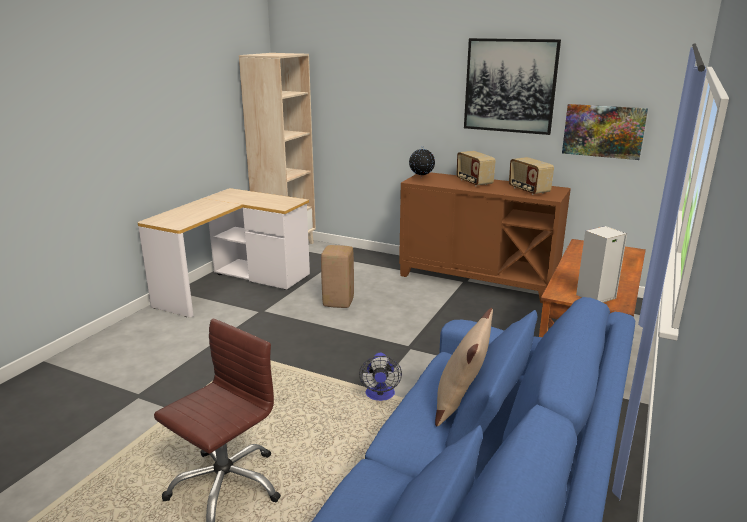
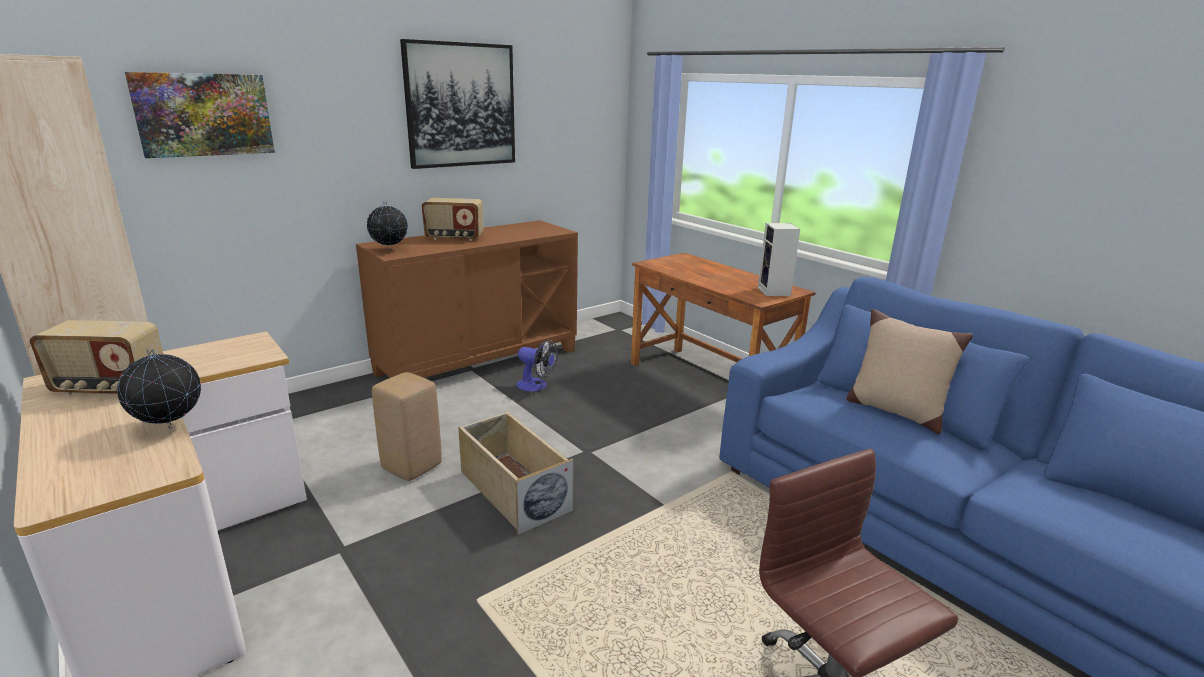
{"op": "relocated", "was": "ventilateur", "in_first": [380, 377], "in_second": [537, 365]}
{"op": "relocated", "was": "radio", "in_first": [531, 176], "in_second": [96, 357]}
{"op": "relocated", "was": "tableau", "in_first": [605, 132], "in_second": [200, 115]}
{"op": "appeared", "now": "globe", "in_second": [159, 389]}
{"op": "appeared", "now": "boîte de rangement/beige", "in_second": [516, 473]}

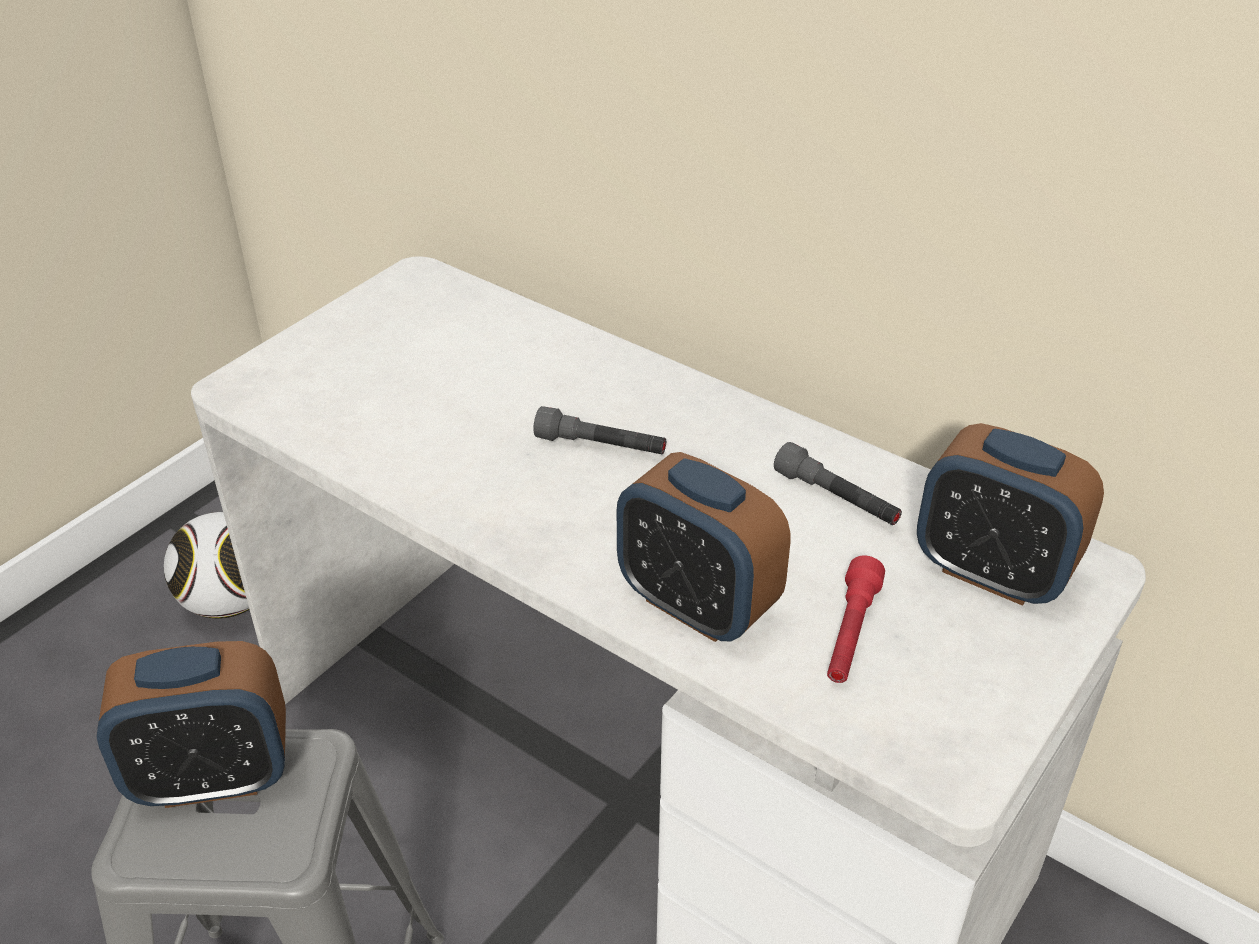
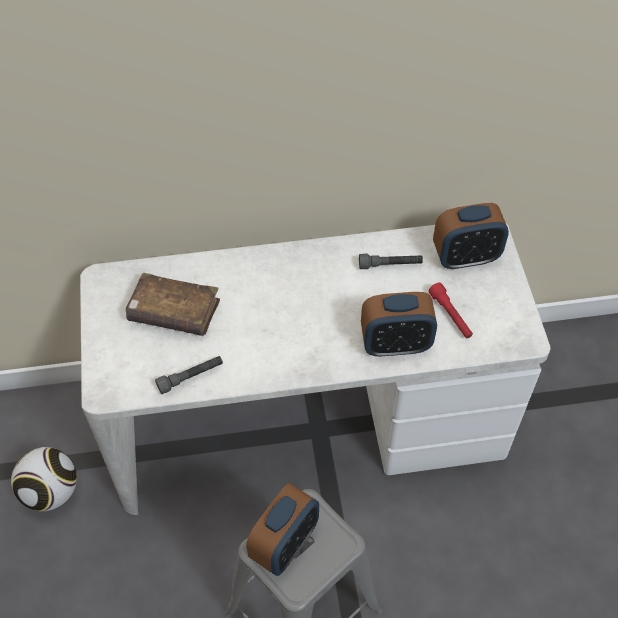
{"op": "relocated", "was": "lampe de poche/gris", "in_first": [599, 430], "in_second": [189, 375]}
{"op": "appeared", "now": "livre/marron", "in_second": [173, 304]}

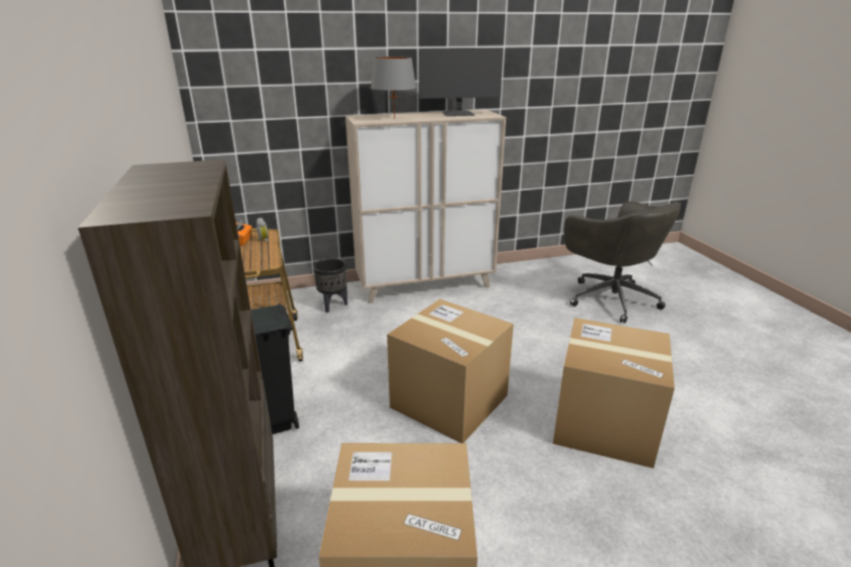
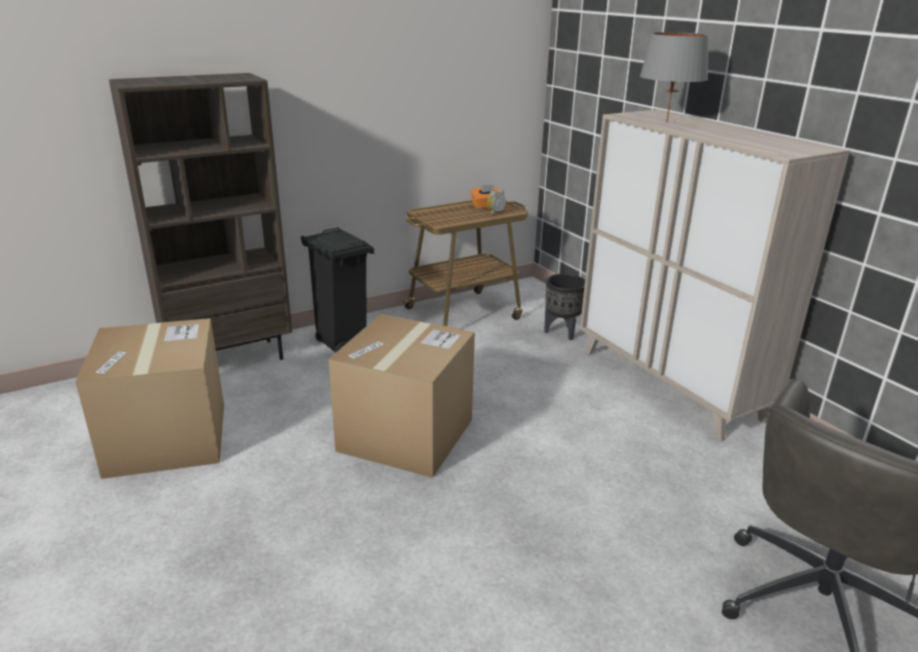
{"op": "missing", "was": "écran d'ordinateur", "in_first": [461, 82]}
{"op": "missing", "was": "carton", "in_first": [614, 393]}

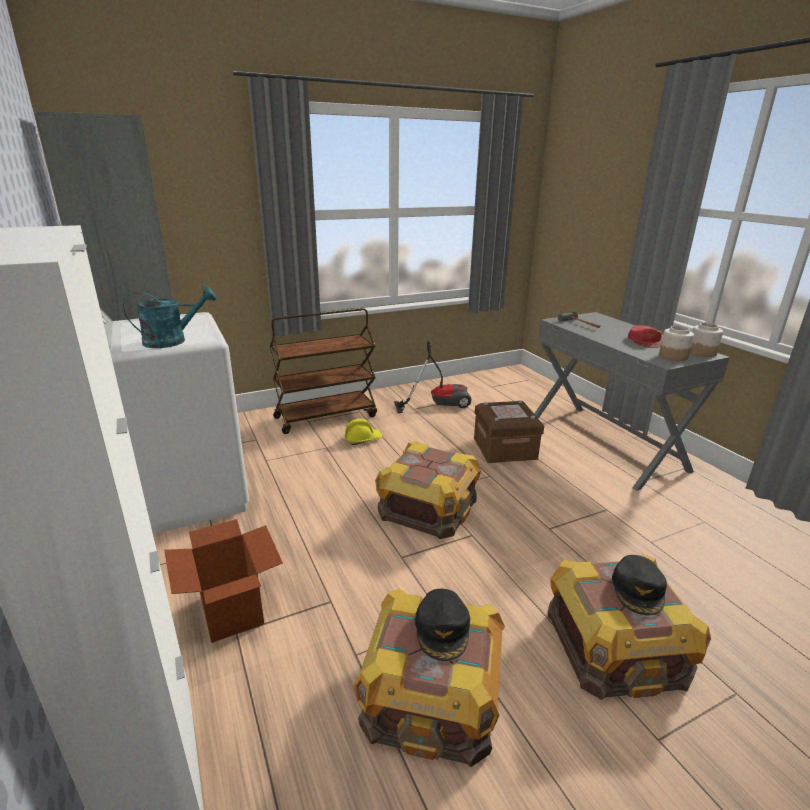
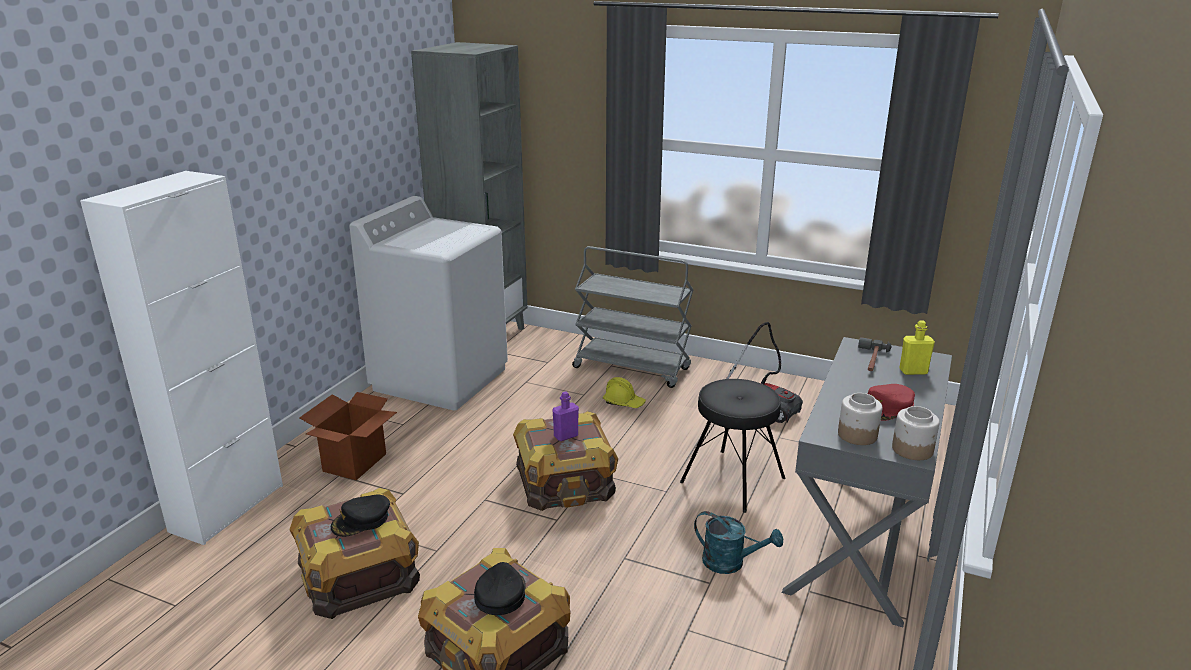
{"op": "relocated", "was": "arrosoir/turquoise", "in_first": [170, 317], "in_second": [738, 542]}
{"op": "colour", "was": "chariot/marron", "now": "chariot/gris", "in_first": [323, 371], "in_second": [632, 317]}
{"op": "exchanged", "was": "boîte de rangement/marron", "now": "tabouret/noir", "in_first": [509, 431], "in_second": [732, 446]}
{"op": "spun", "was": "casquette/noir", "in_first": [639, 585], "in_second": [500, 588], "clockwise": 120}
{"op": "appeared", "now": "bouteille/violet", "in_second": [565, 416]}
{"op": "appeared", "now": "bouteille/jaune", "in_second": [917, 347]}

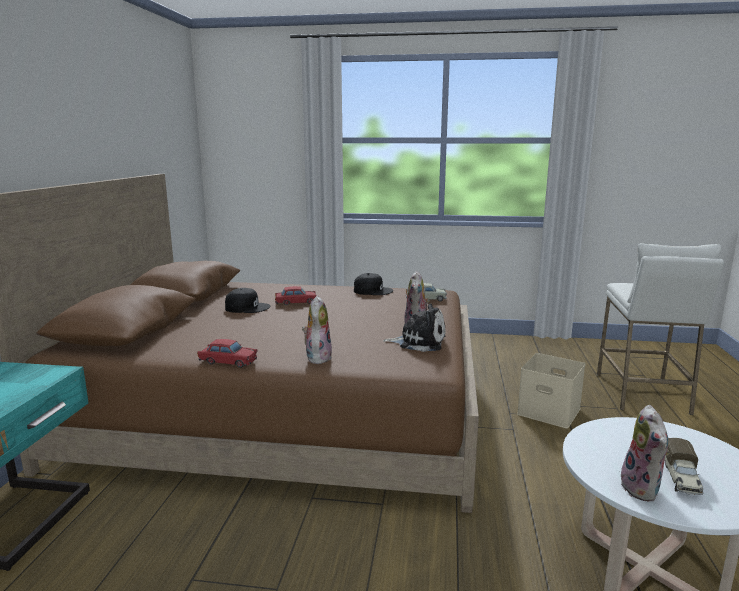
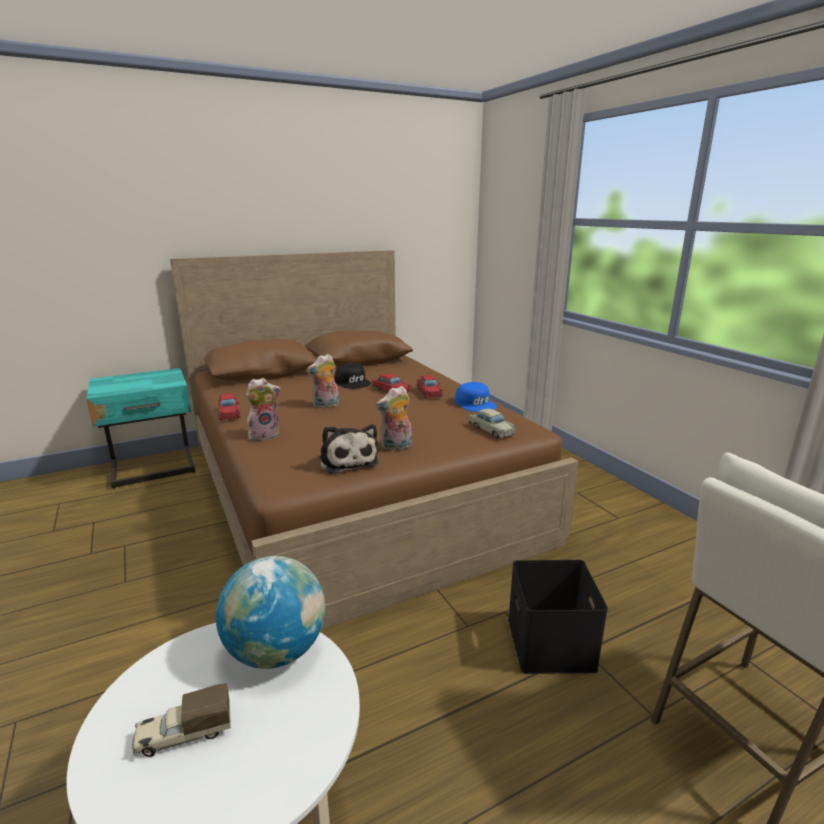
{"op": "colour", "was": "casquette/noir", "now": "casquette/bleu", "in_first": [373, 284], "in_second": [476, 397]}
{"op": "colour", "was": "boîte de rangement/beige", "now": "boîte de rangement/noir", "in_first": [551, 390], "in_second": [558, 617]}
{"op": "relocated", "was": "peluche", "in_first": [643, 453], "in_second": [323, 381]}
{"op": "appeared", "now": "globe", "in_second": [270, 612]}
{"op": "appeared", "now": "petite voiture/rouge", "in_second": [430, 386]}

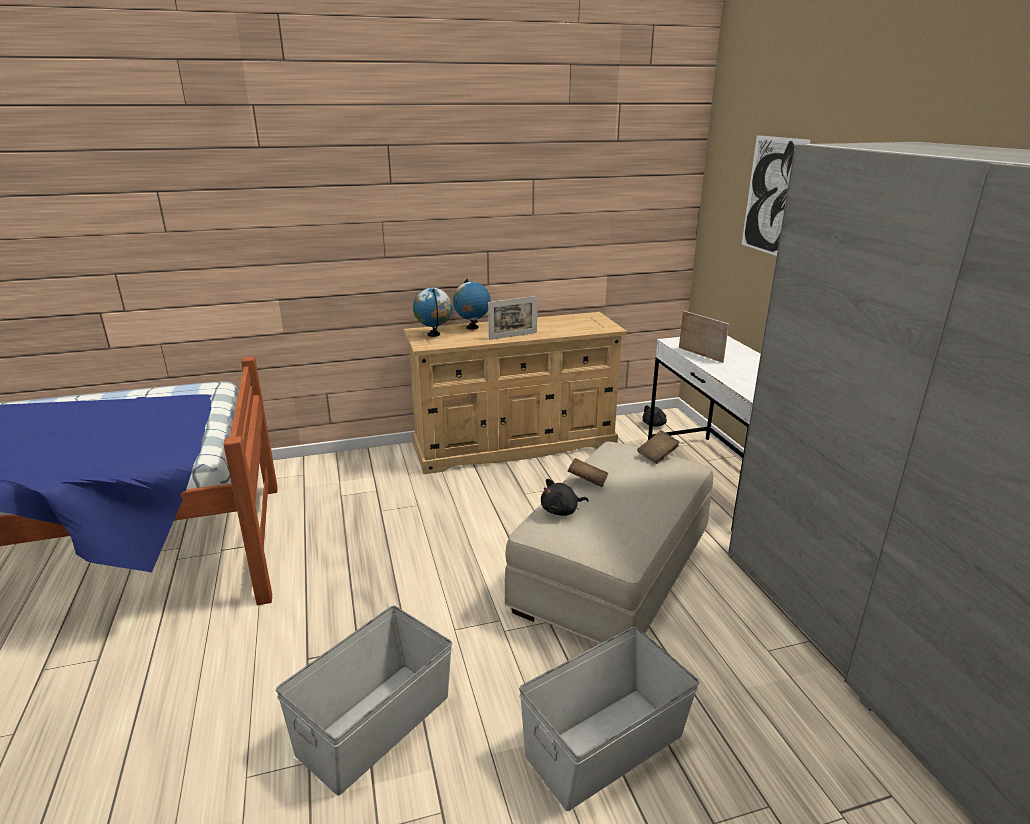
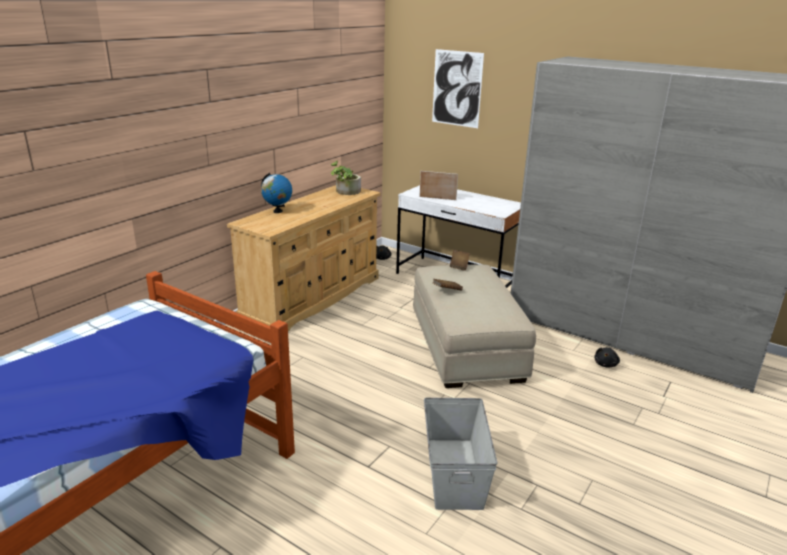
{"op": "missing", "was": "globe", "in_first": [432, 312]}
{"op": "missing", "was": "cadre photo", "in_first": [512, 318]}
{"op": "missing", "was": "boîte de rangement/gris", "in_first": [609, 719]}
{"op": "relocated", "was": "peluche/noir", "in_first": [565, 497], "in_second": [607, 357]}
{"op": "appeared", "now": "plante en pot", "in_second": [346, 178]}

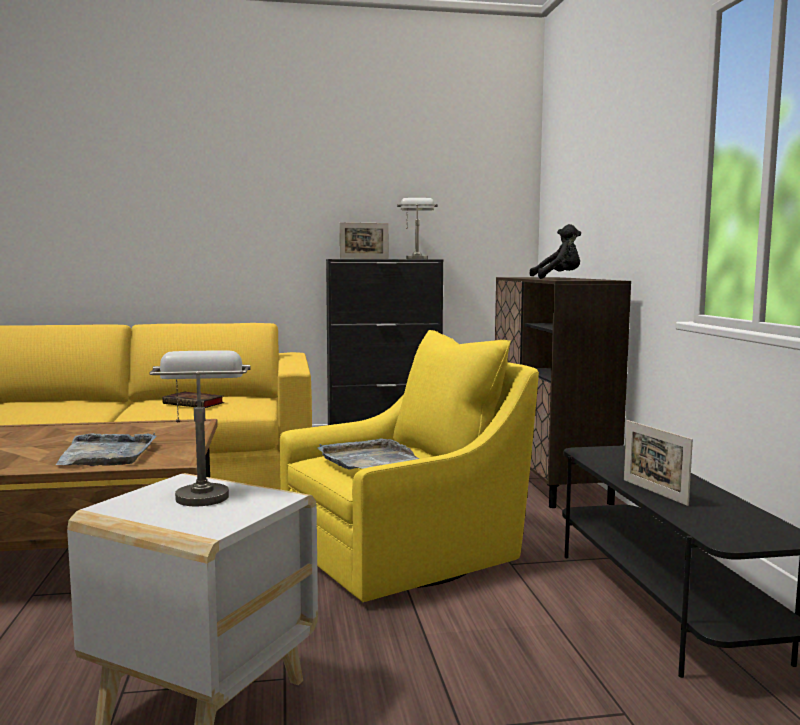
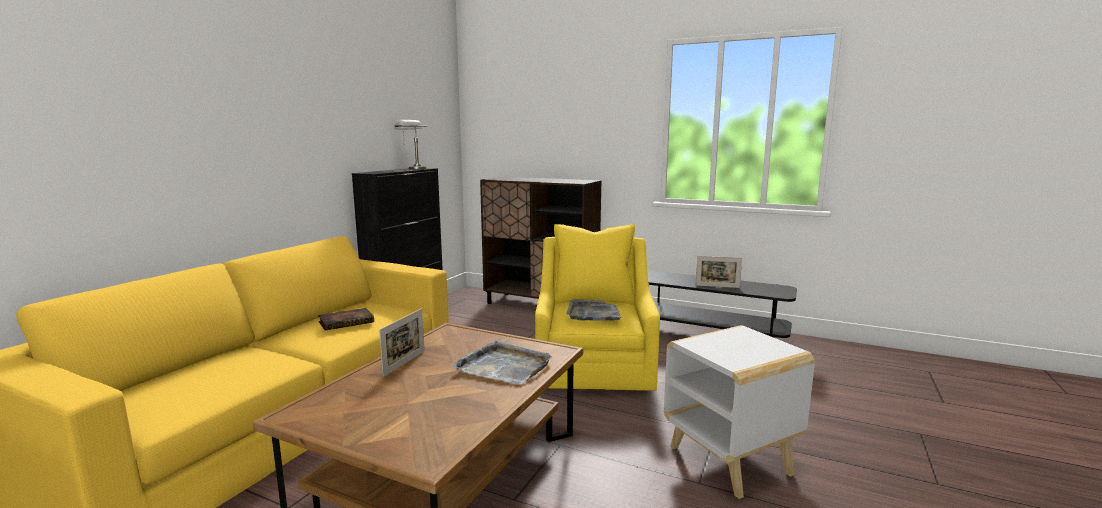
{"op": "missing", "was": "lampe de table/gris", "in_first": [199, 428]}
{"op": "relocated", "was": "cadre photo", "in_first": [363, 240], "in_second": [401, 343]}
{"op": "missing", "was": "peluche/noir", "in_first": [555, 251]}

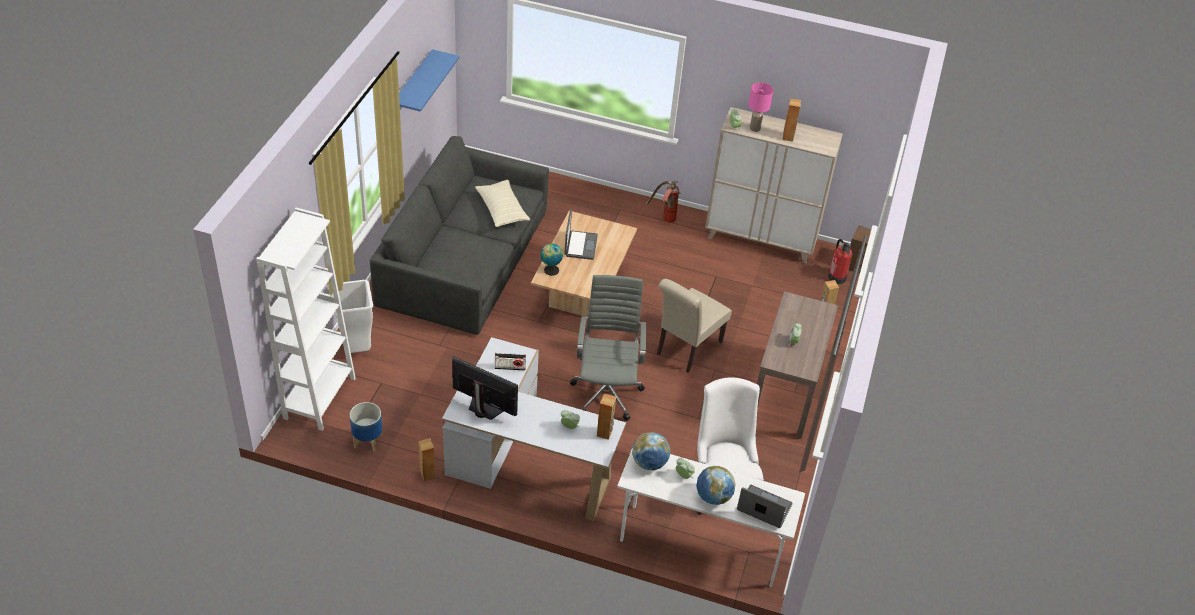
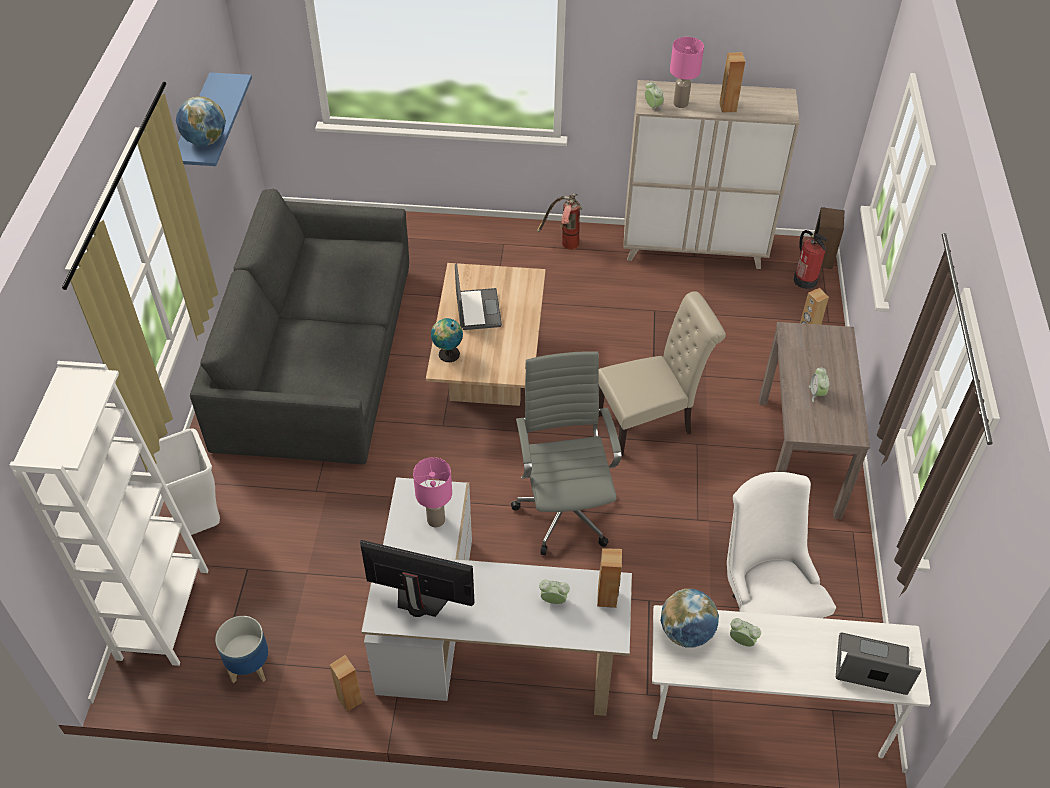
{"op": "missing", "was": "coussin/beige", "in_first": [502, 203]}
{"op": "exchanged", "was": "radio", "now": "lampe de table/rose", "in_first": [510, 361], "in_second": [432, 492]}
{"op": "spun", "was": "chaise/beige", "in_first": [694, 326], "in_second": [662, 373], "clockwise": -135}
{"op": "relocated", "was": "globe", "in_first": [716, 485], "in_second": [201, 121]}

